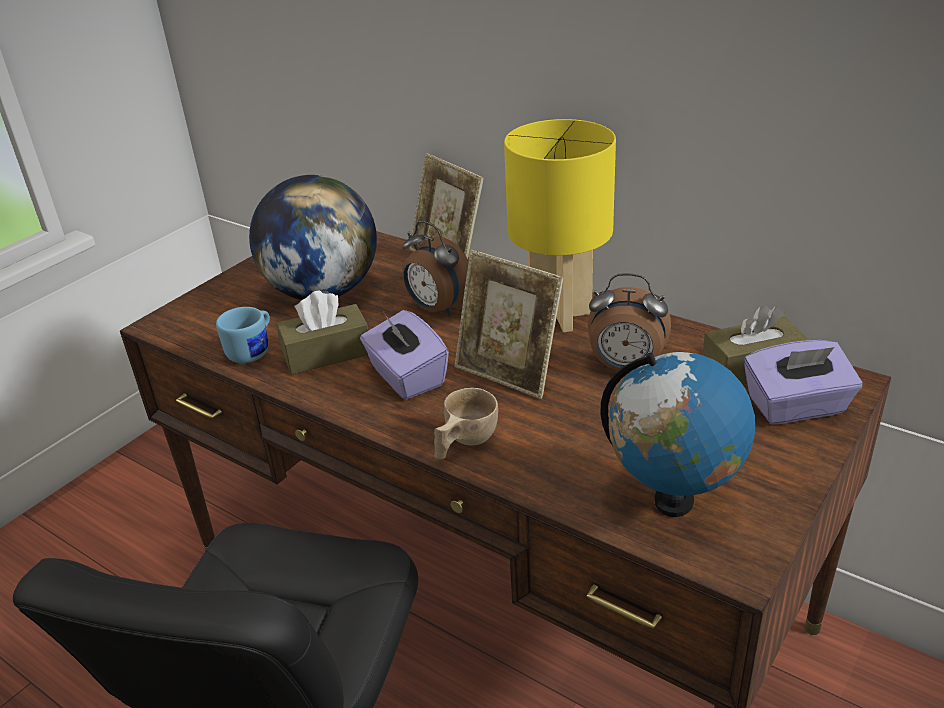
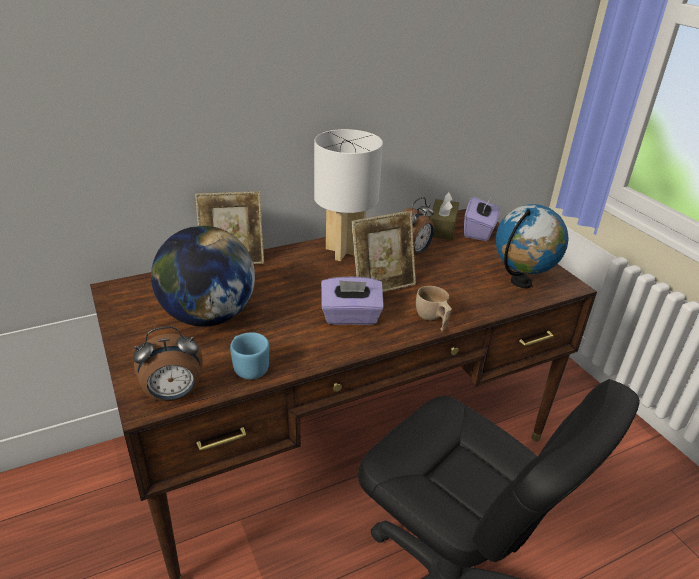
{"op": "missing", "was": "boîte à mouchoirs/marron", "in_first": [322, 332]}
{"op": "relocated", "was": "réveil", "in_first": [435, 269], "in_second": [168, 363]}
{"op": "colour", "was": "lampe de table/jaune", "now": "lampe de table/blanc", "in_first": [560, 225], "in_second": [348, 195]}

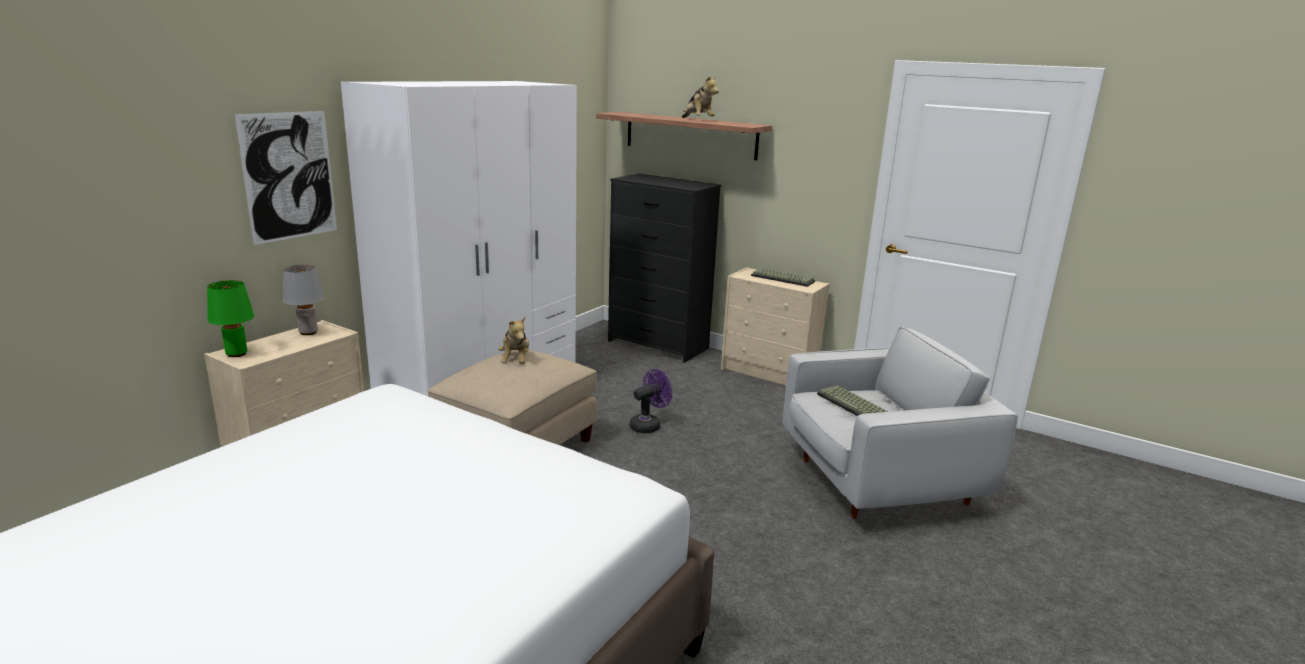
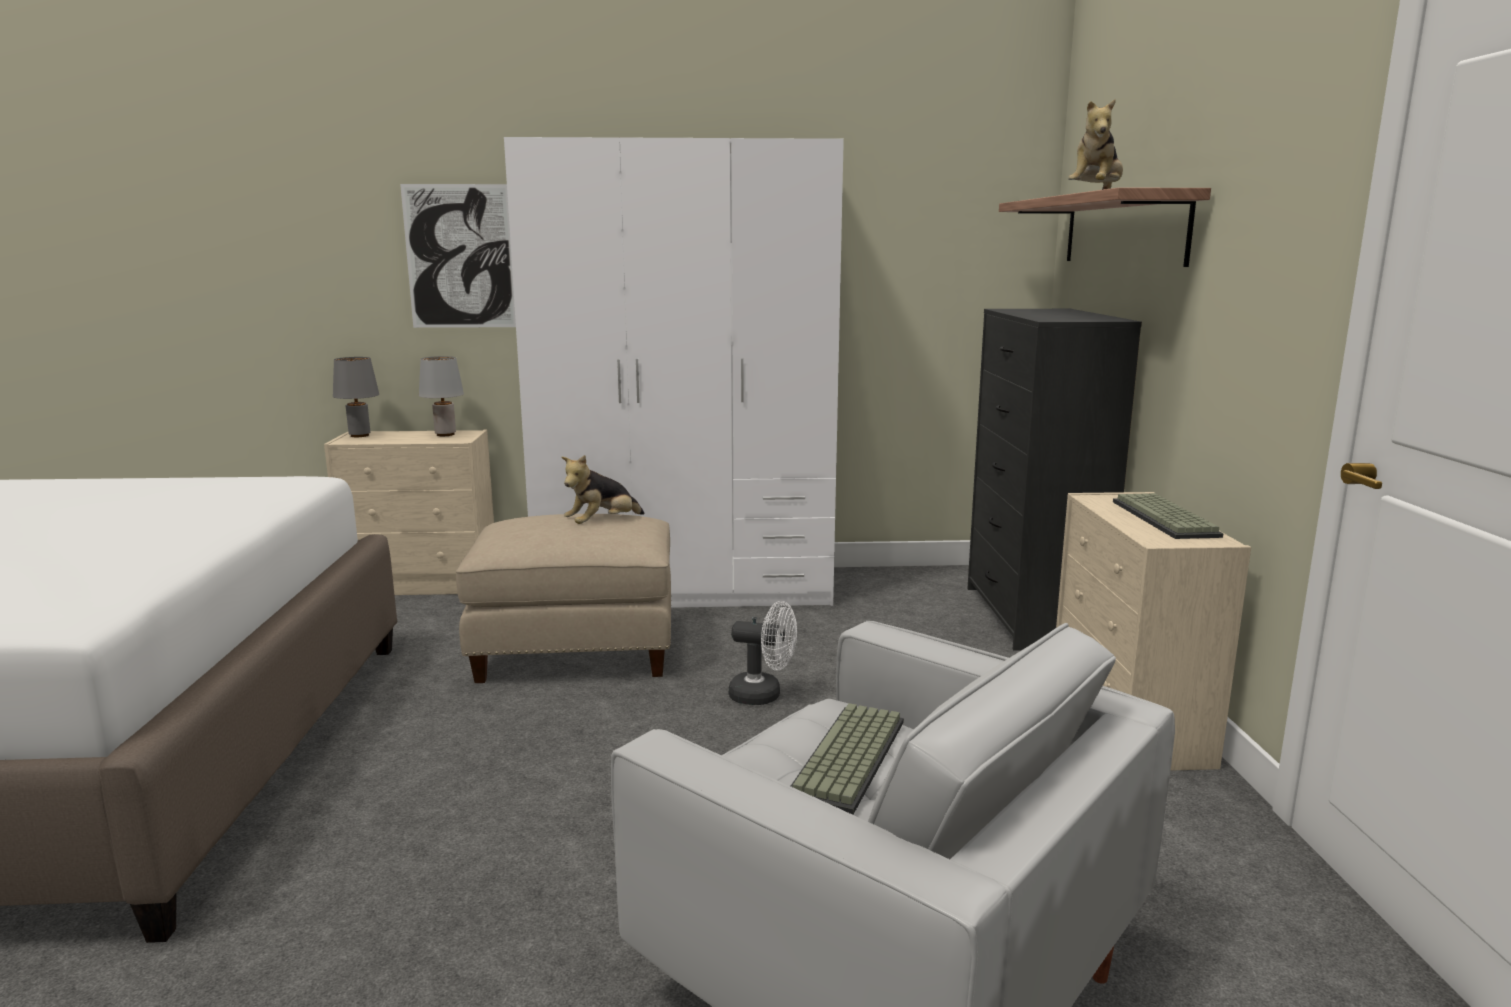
{"op": "colour", "was": "lampe de table/vert", "now": "lampe de table/gris", "in_first": [230, 318], "in_second": [356, 397]}
{"op": "colour", "was": "ventilateur/violet", "now": "ventilateur/blanc", "in_first": [651, 401], "in_second": [763, 653]}

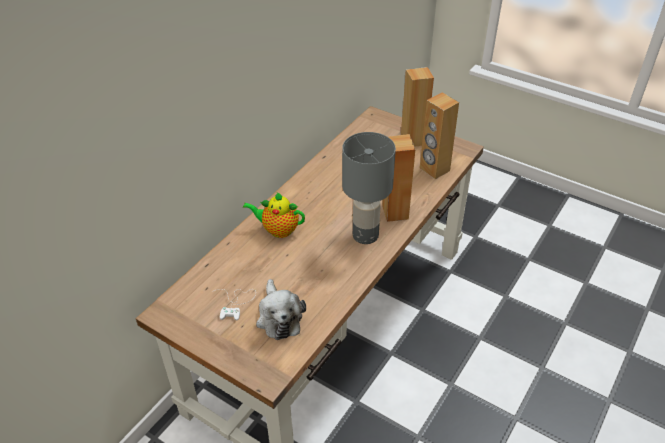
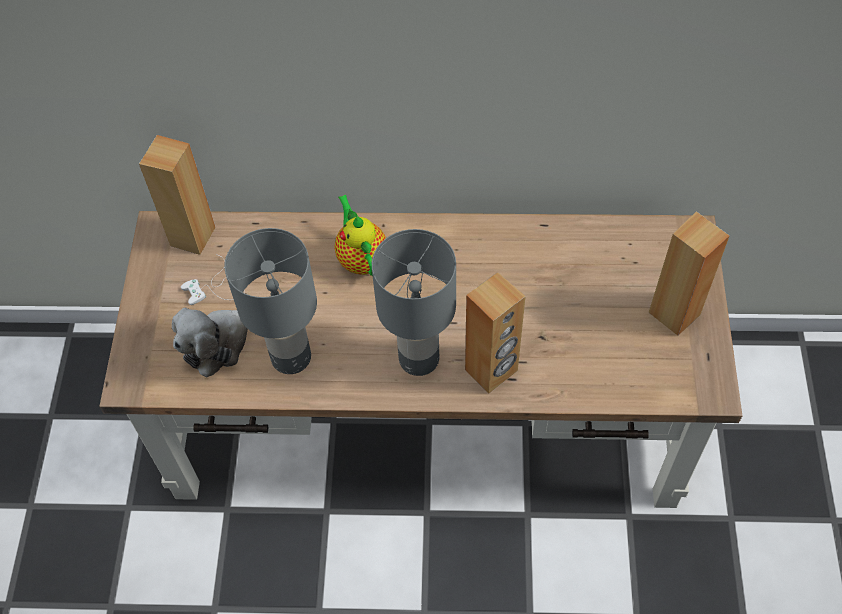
{"op": "relocated", "was": "enceinte/marron", "in_first": [439, 135], "in_second": [177, 195]}
{"op": "appeared", "now": "lampe de table/gris", "in_second": [270, 301]}

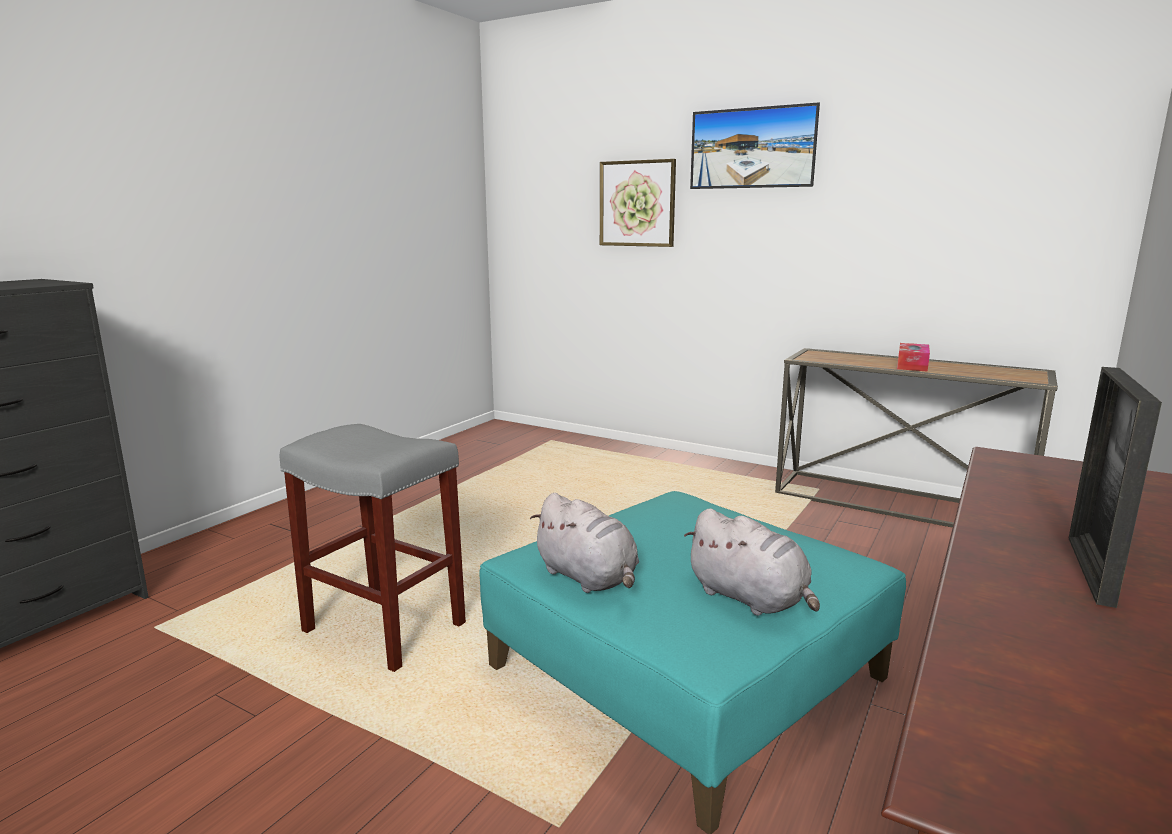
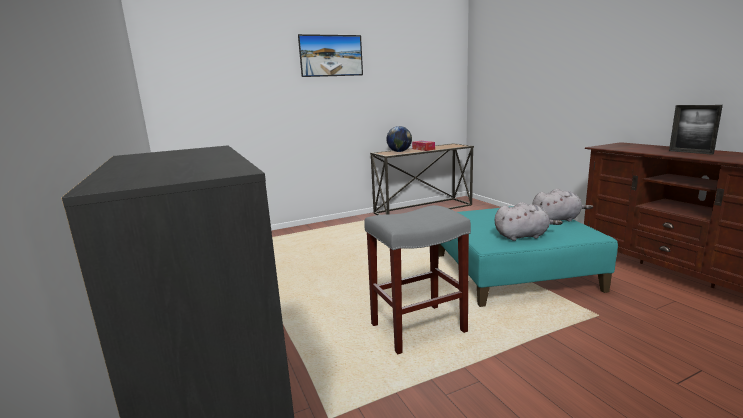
{"op": "missing", "was": "tableau", "in_first": [638, 203]}
{"op": "appeared", "now": "globe", "in_second": [399, 139]}

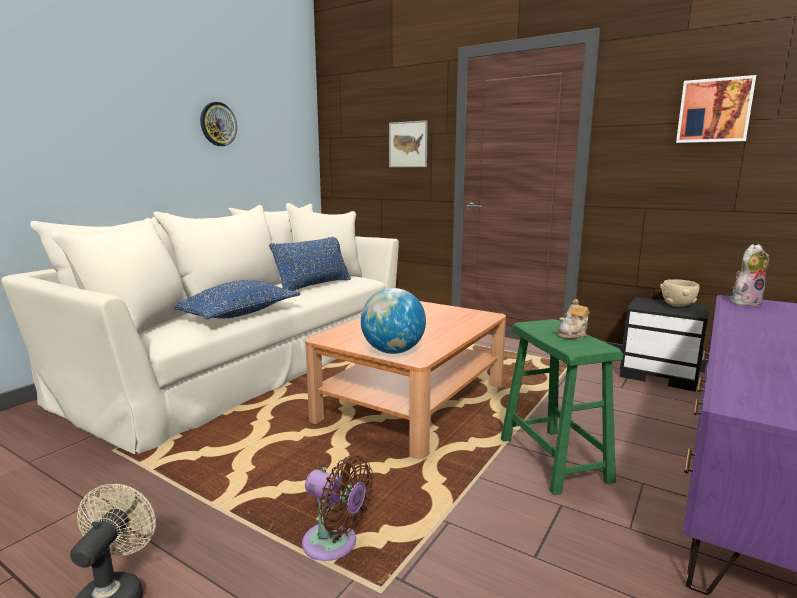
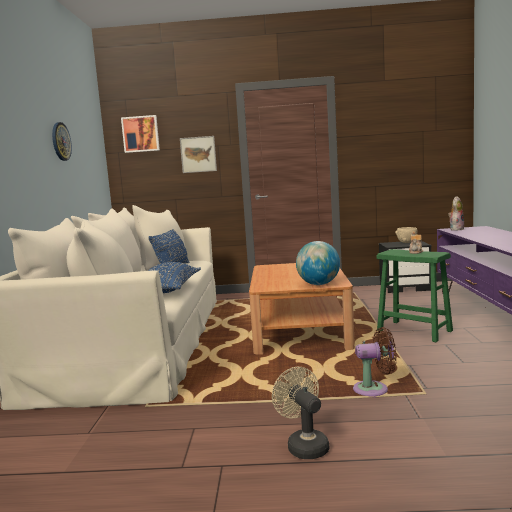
{"op": "relocated", "was": "tableau", "in_first": [716, 109], "in_second": [140, 134]}

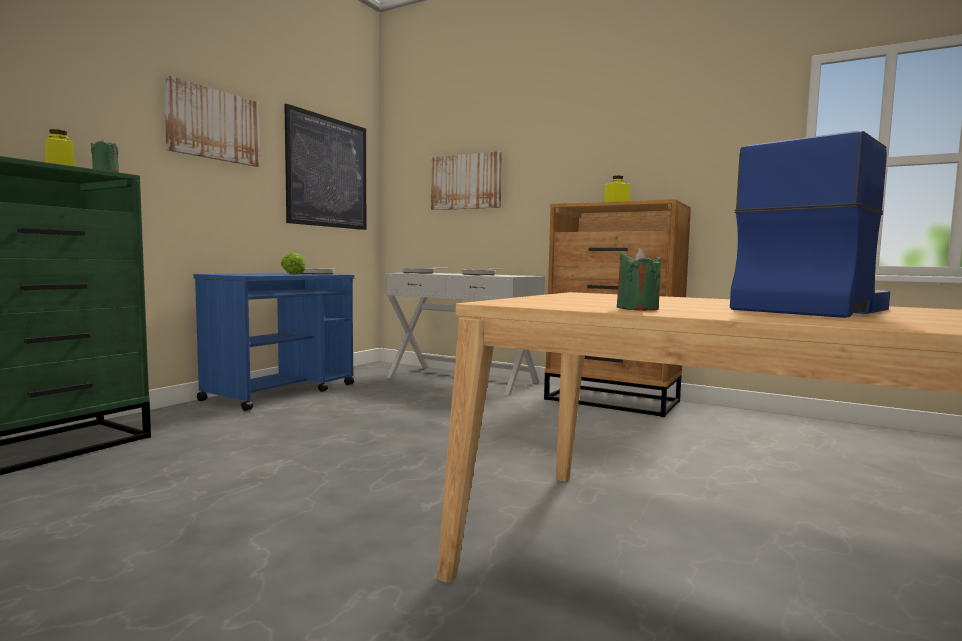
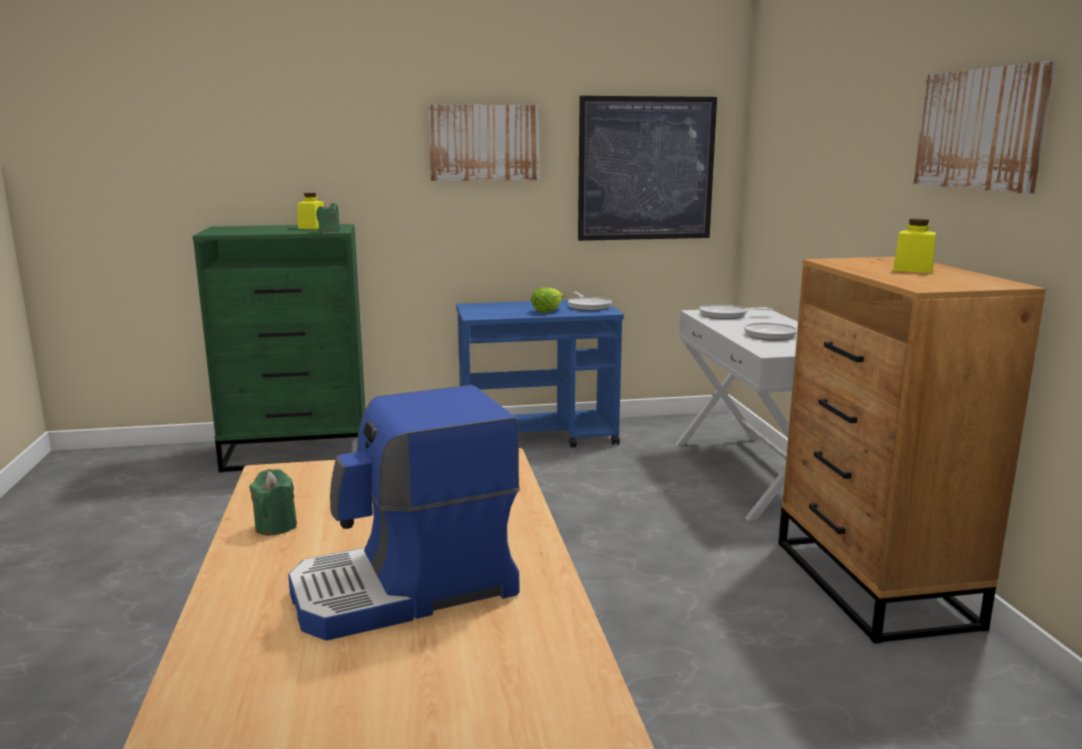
{"op": "relocated", "was": "tableau", "in_first": [466, 180], "in_second": [984, 127]}
{"op": "spun", "was": "machine à café", "in_first": [810, 224], "in_second": [404, 513], "clockwise": 150}

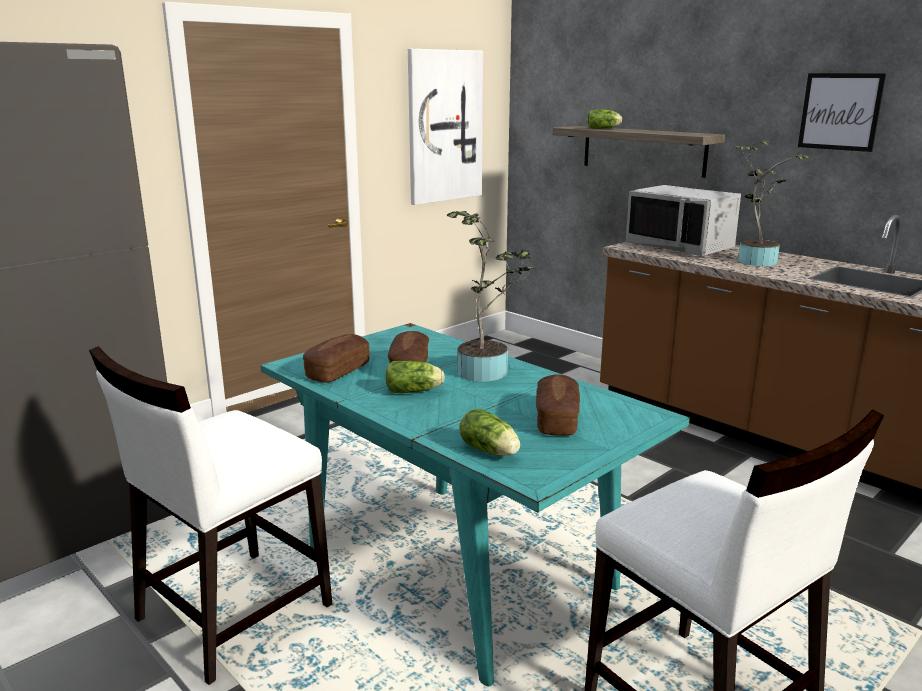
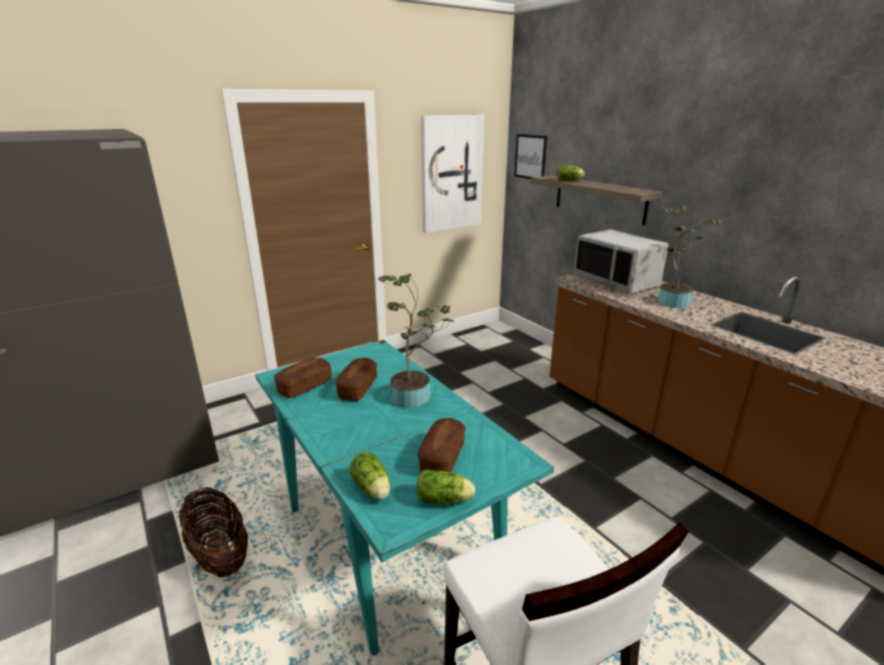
{"op": "exchanged", "was": "chaise/blanc", "now": "panier", "in_first": [210, 515], "in_second": [213, 532]}
{"op": "relocated", "was": "laitue", "in_first": [415, 377], "in_second": [446, 486]}
{"op": "relocated", "was": "tableau", "in_first": [842, 112], "in_second": [530, 156]}

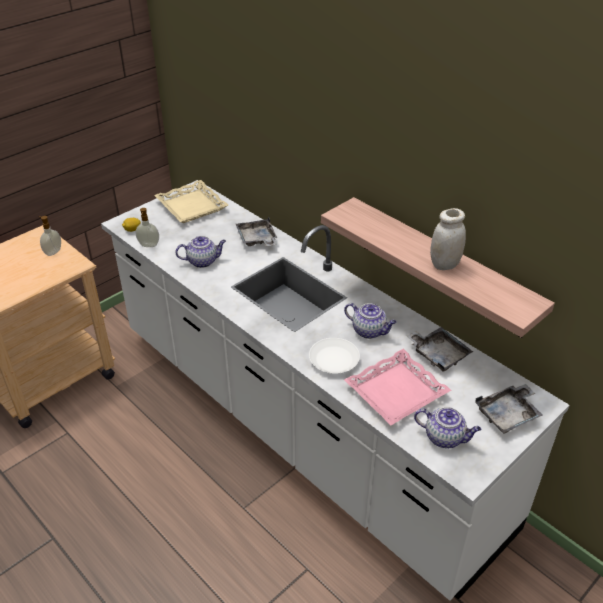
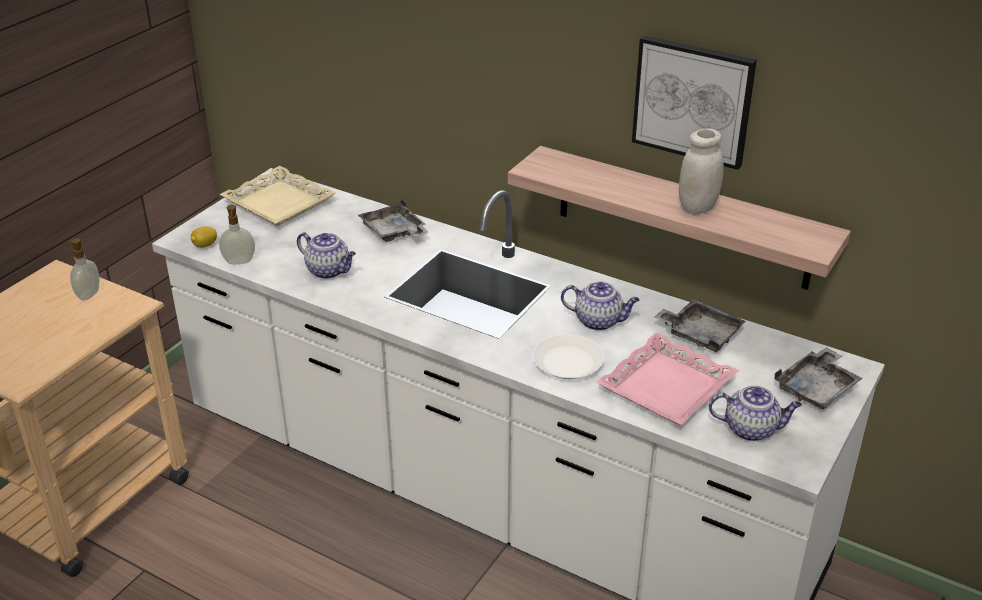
{"op": "spun", "was": "théière", "in_first": [200, 252], "in_second": [326, 255], "clockwise": 60}
{"op": "appeared", "now": "tableau", "in_second": [694, 102]}

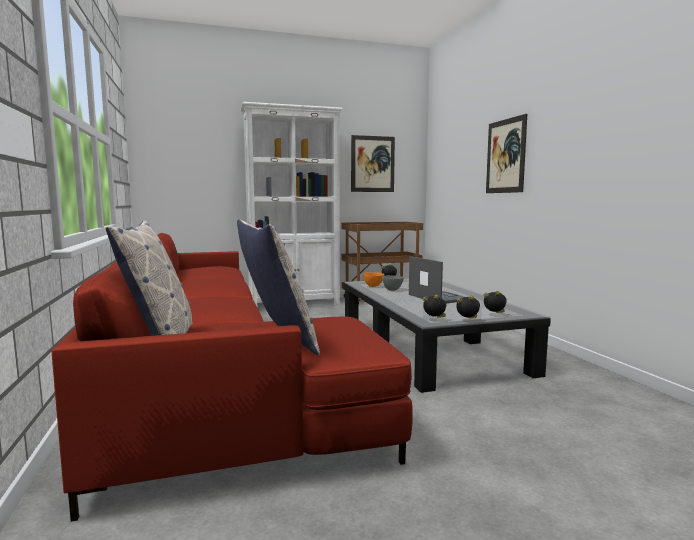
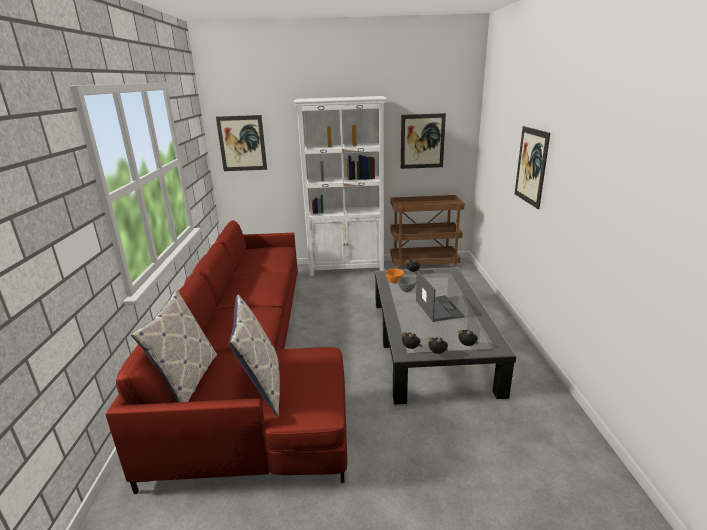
{"op": "appeared", "now": "tableau", "in_second": [241, 143]}

